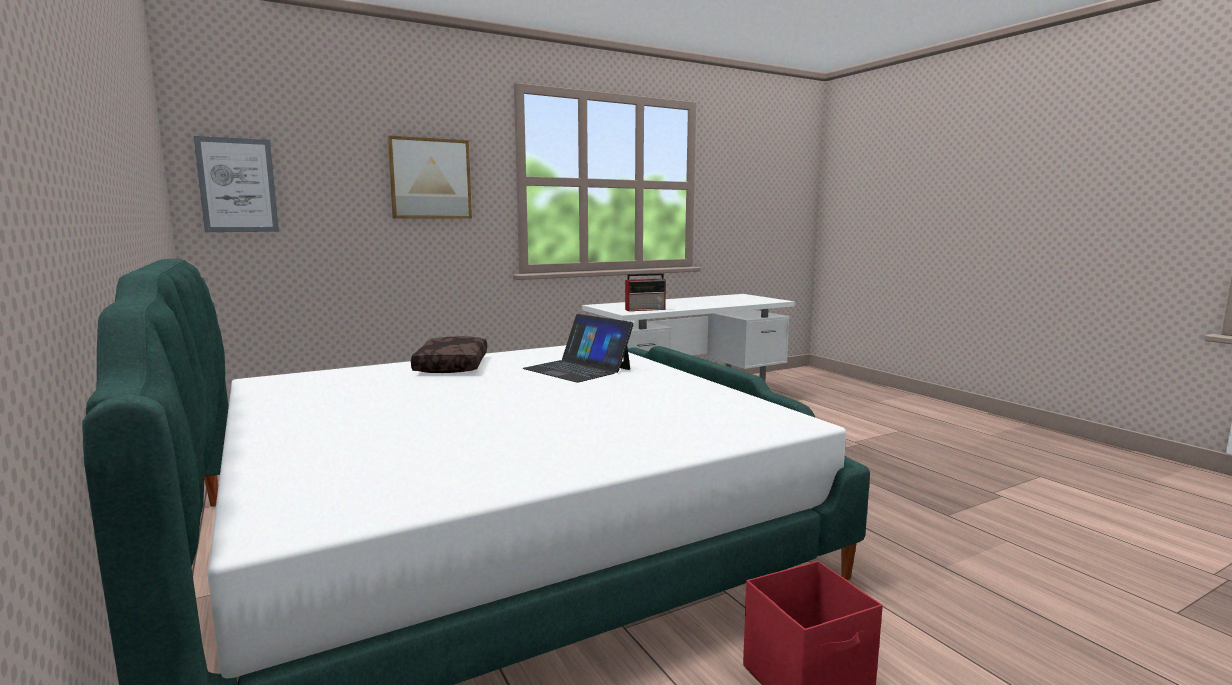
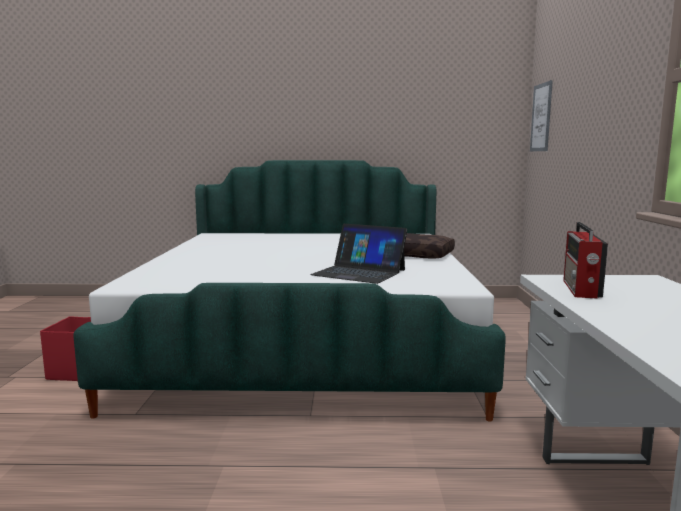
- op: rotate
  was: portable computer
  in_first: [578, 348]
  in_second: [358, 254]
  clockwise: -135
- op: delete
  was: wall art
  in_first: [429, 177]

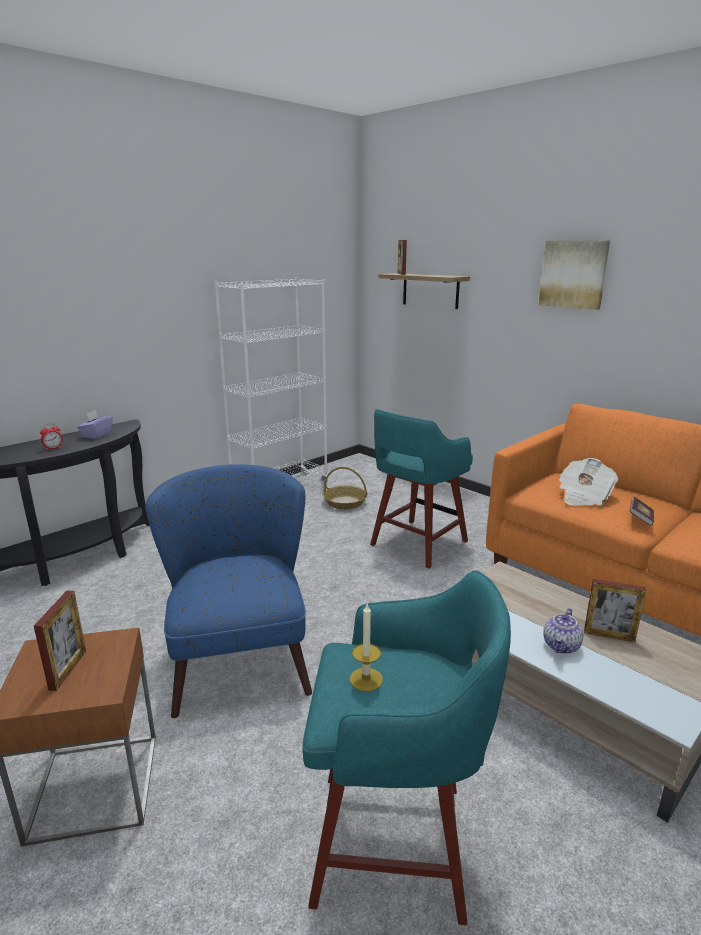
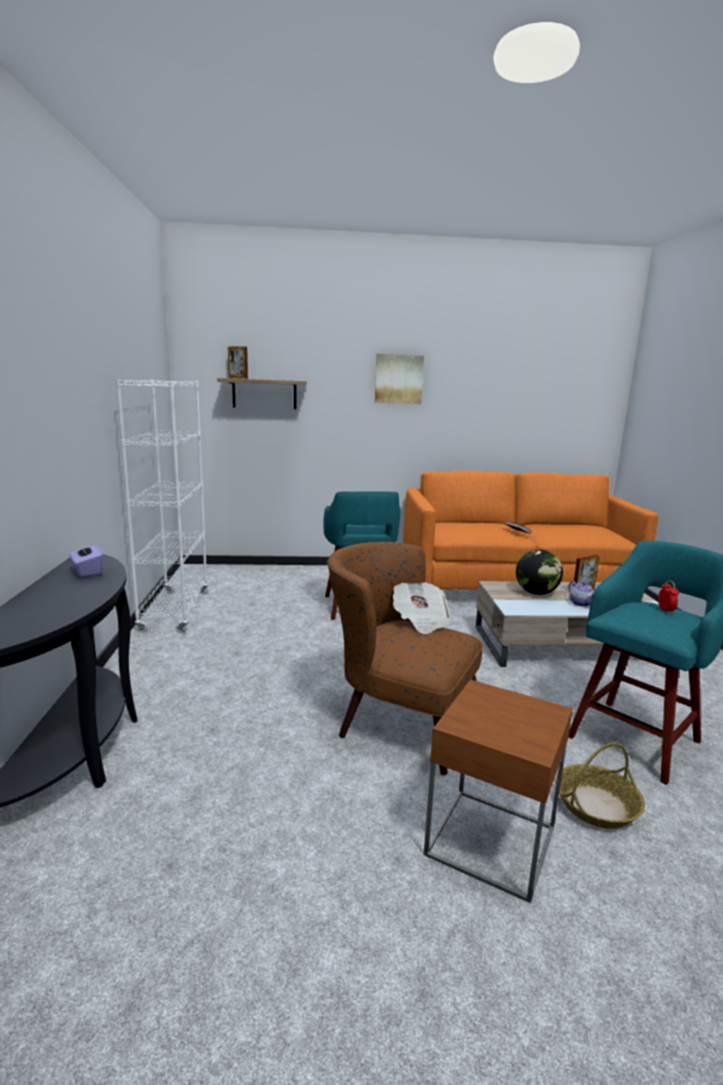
- op: recolor
  was: lounge chair/bluish
  now: lounge chair/brownish
  in_first: [228, 591]
  in_second: [405, 658]
- op: move
  was: printed paper
  in_first: [588, 482]
  in_second: [422, 608]
- op: insert
  now: world globe
  in_second: [539, 572]
- op: move
  was: household basket
  in_first: [345, 488]
  in_second: [600, 785]
- op: move
  was: bedside clock
  in_first: [51, 436]
  in_second: [668, 597]
- op: delete
  was: photo frame
  in_first: [60, 641]
- op: delete
  was: wax light
  in_first: [366, 647]

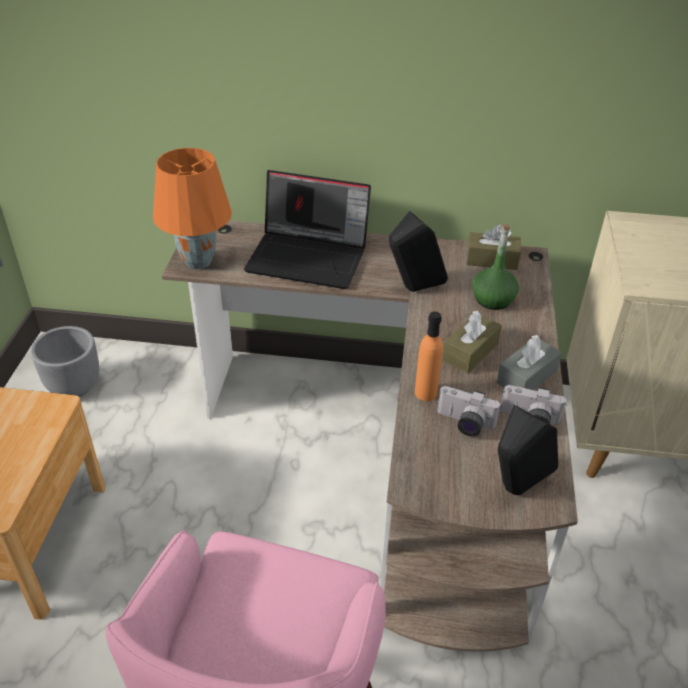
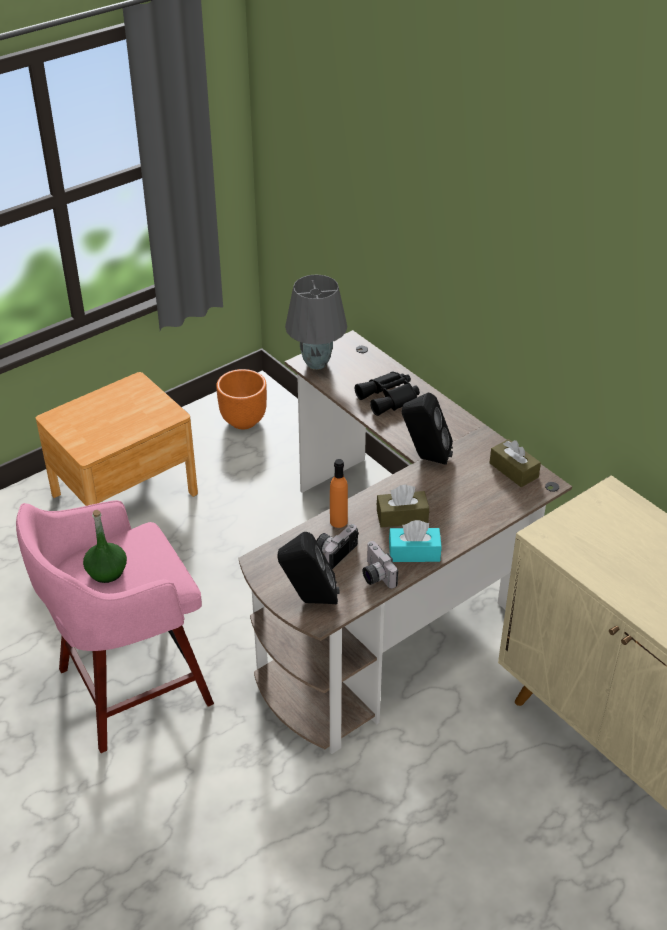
- op: move
  was: beverage bottle/greenish
  in_first: [495, 267]
  in_second: [105, 546]
- op: recolor
  was: flower pot/grey
  now: flower pot/orange-coloured
  in_first: [65, 361]
  in_second: [241, 399]
- op: recolor
  was: tabletop lamp/orange-coloured
  now: tabletop lamp/grey
  in_first: [192, 208]
  in_second: [316, 322]
- op: rotate
  was: photo camera
  in_first: [468, 411]
  in_second: [338, 546]
  clockwise: 60
- op: replace
  was: portable computer
  now: field glasses/black-coloured
  in_first: [307, 229]
  in_second: [387, 393]
- op: recolor
  was: tissue holder/grey
  now: tissue holder/blue-green
  in_first: [529, 362]
  in_second: [415, 541]

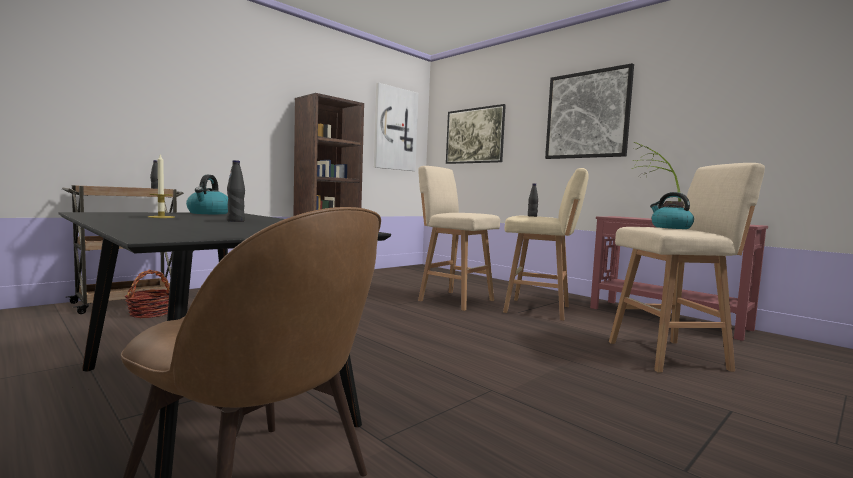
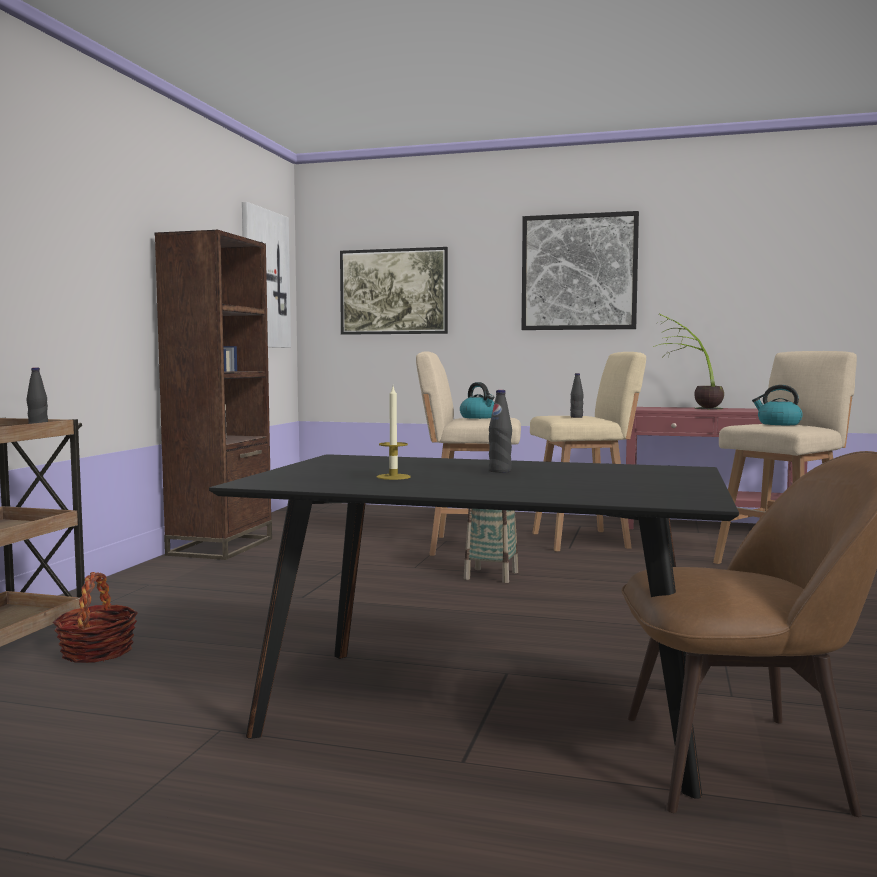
- op: move
  was: kettle
  in_first: [207, 194]
  in_second: [477, 400]
- op: insert
  now: household basket
  in_second: [491, 545]

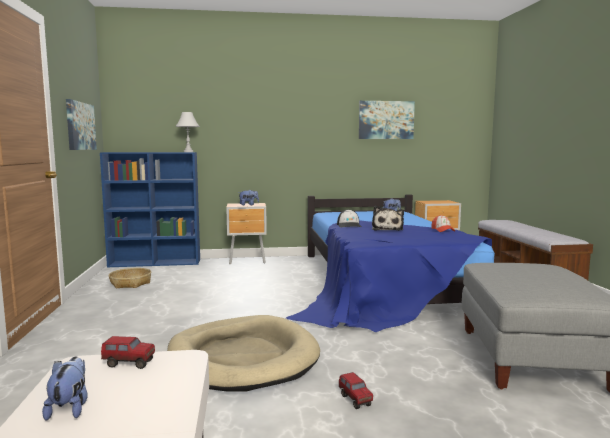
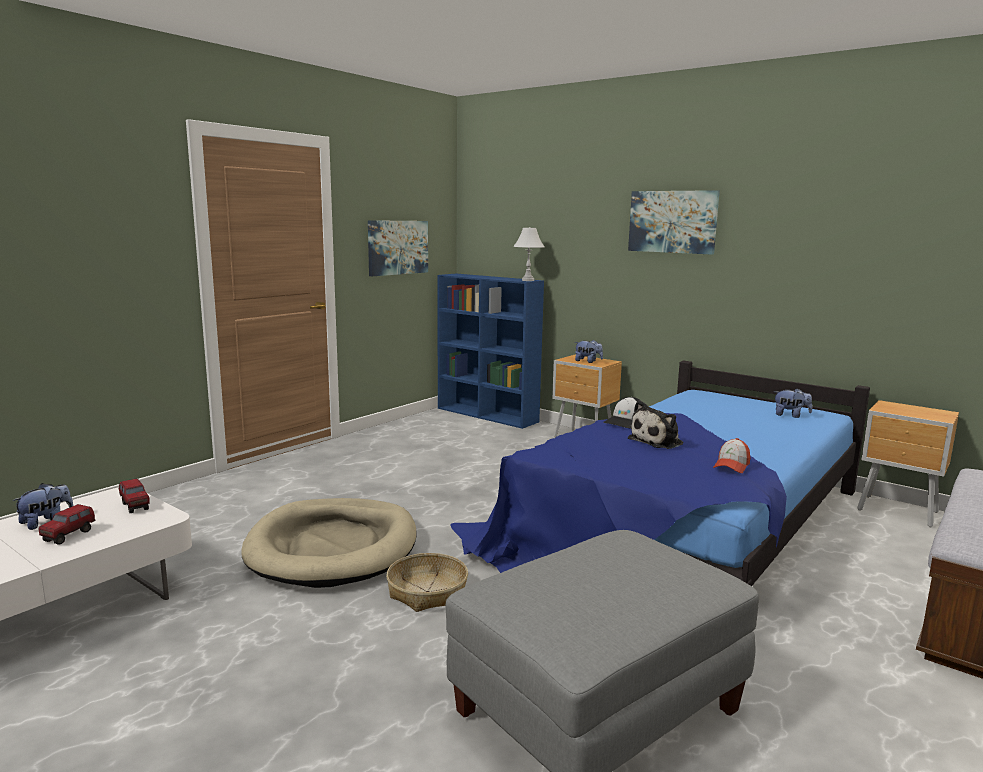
- op: move
  was: model truck
  in_first: [356, 390]
  in_second: [67, 524]
- op: move
  was: household basket
  in_first: [129, 278]
  in_second: [427, 582]
- op: move
  was: wall art
  in_first: [387, 120]
  in_second: [674, 222]

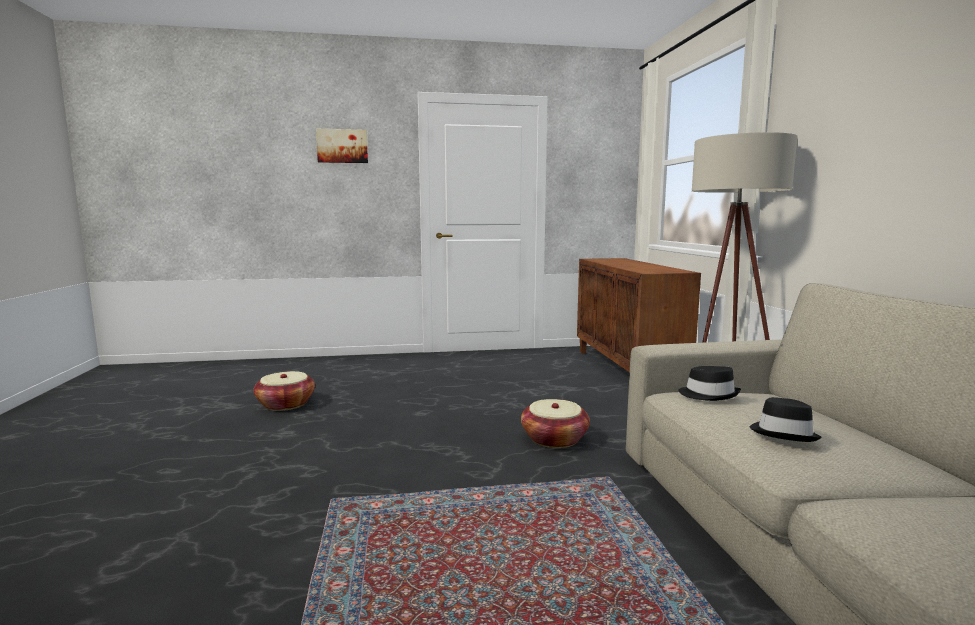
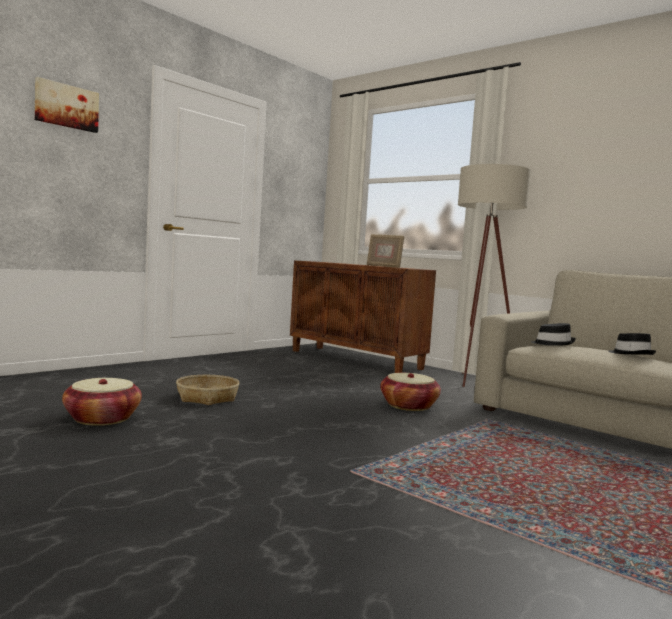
- op: insert
  now: household basket
  in_second: [207, 390]
- op: insert
  now: photo frame
  in_second: [385, 251]

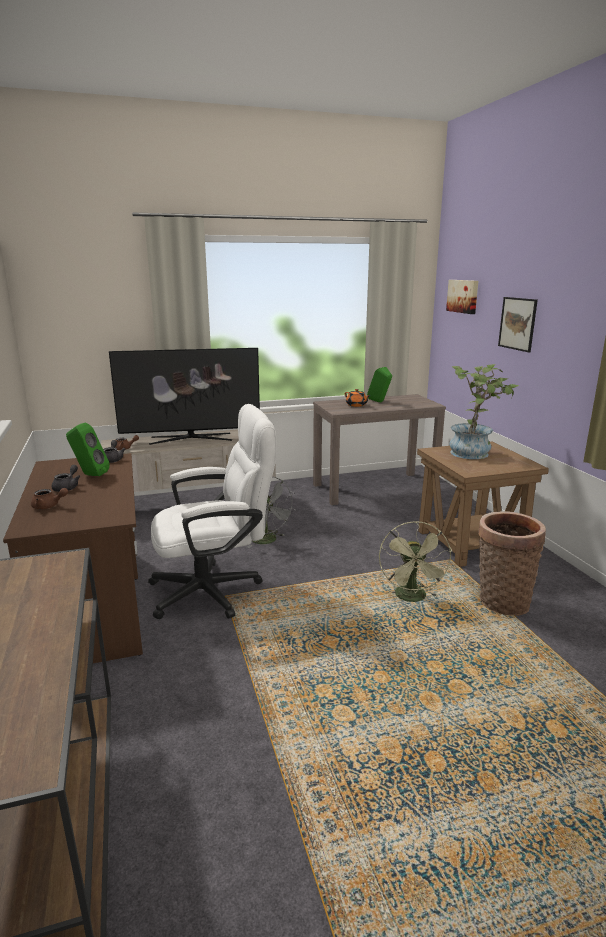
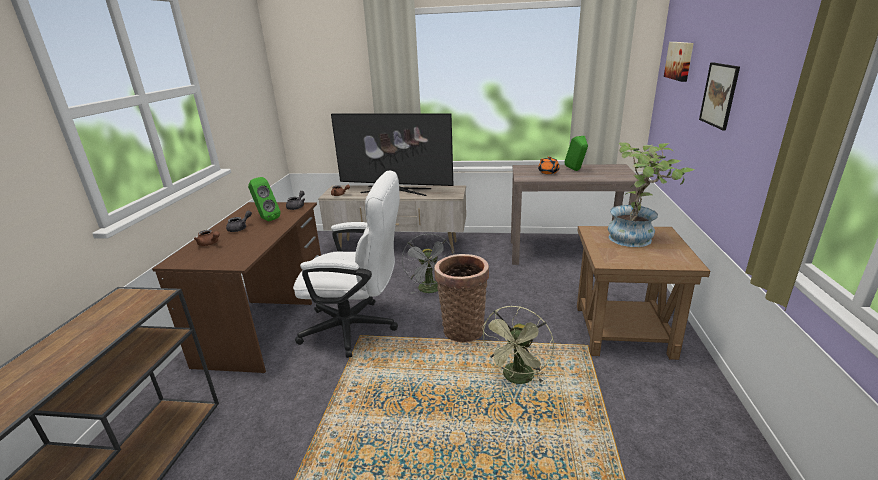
- op: move
  was: household basket
  in_first: [512, 563]
  in_second: [462, 298]

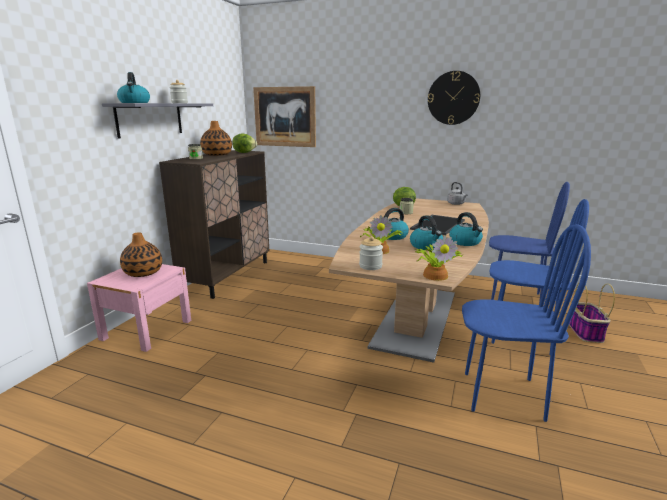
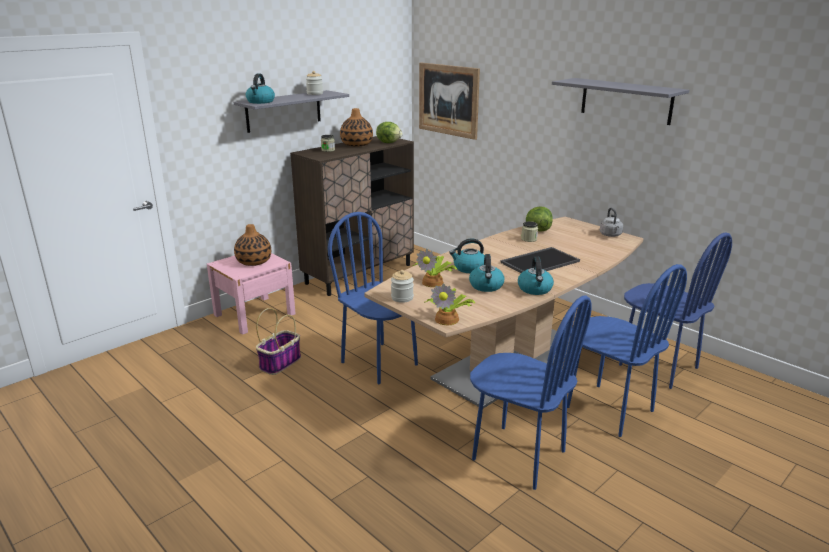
- op: move
  was: household basket
  in_first: [592, 312]
  in_second: [278, 341]
- op: insert
  now: plain chair/bluish
  in_second: [373, 298]
- op: replace
  was: hanging clock
  now: bracket shelf/grey
  in_first: [454, 98]
  in_second: [620, 101]

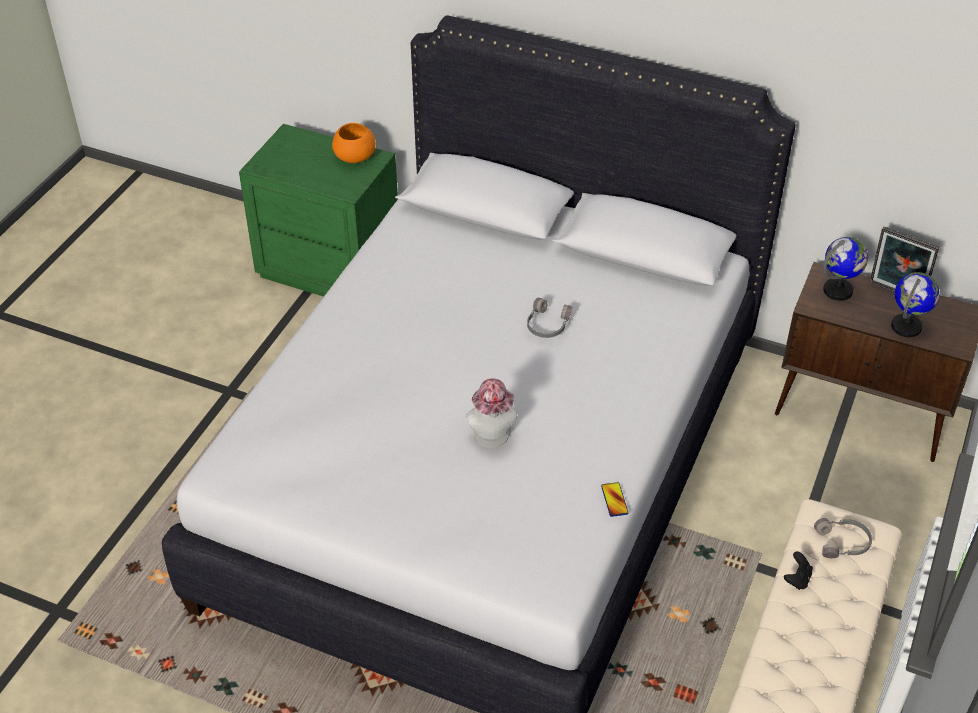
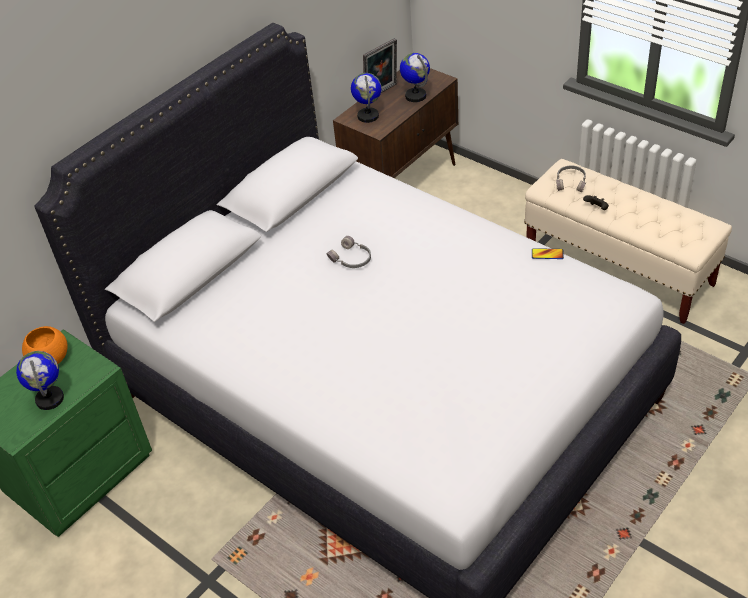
- op: insert
  now: world globe
  in_second: [40, 380]
- op: delete
  was: wearable hat
  in_first: [491, 413]

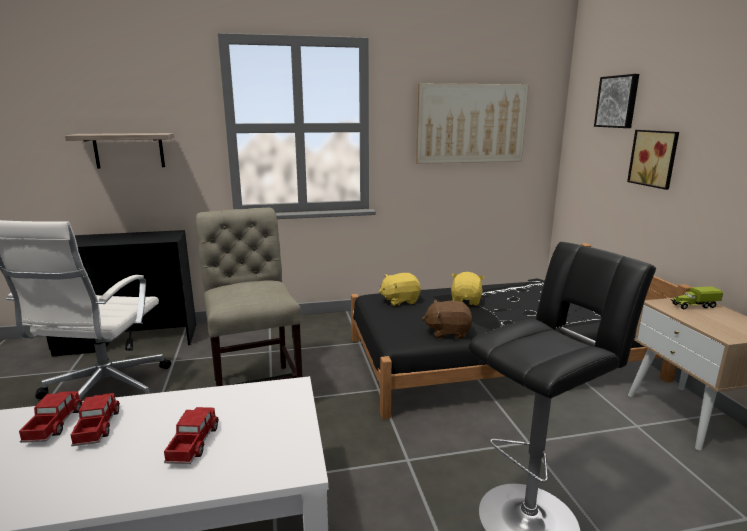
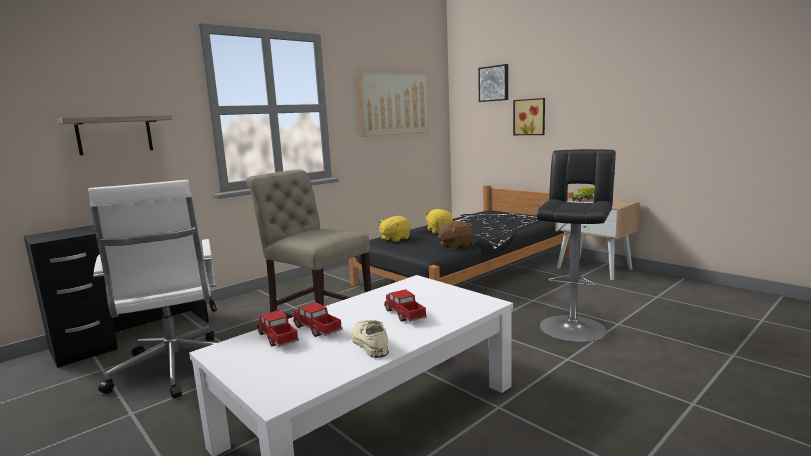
- op: insert
  now: low shoe/beige-coloured
  in_second: [370, 339]

